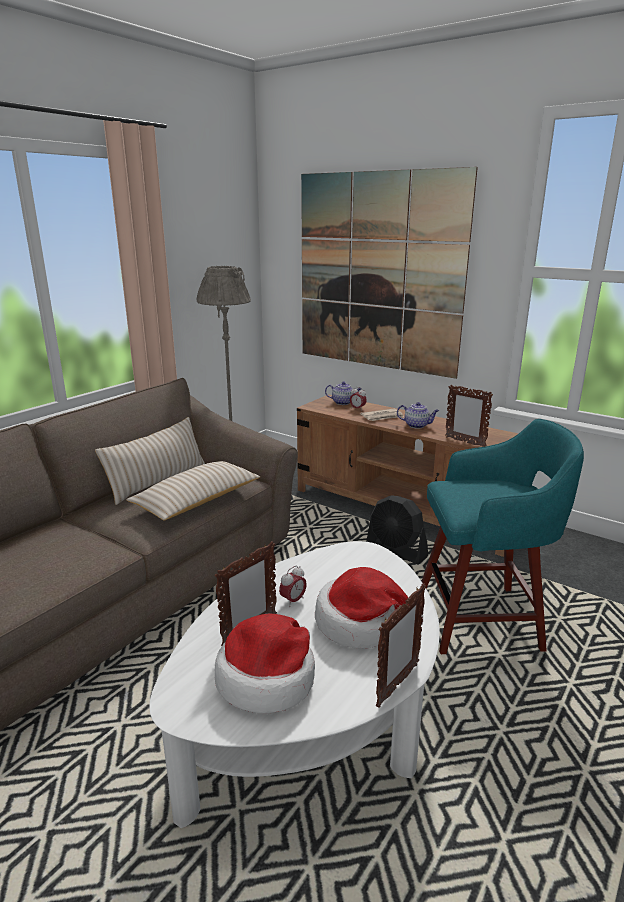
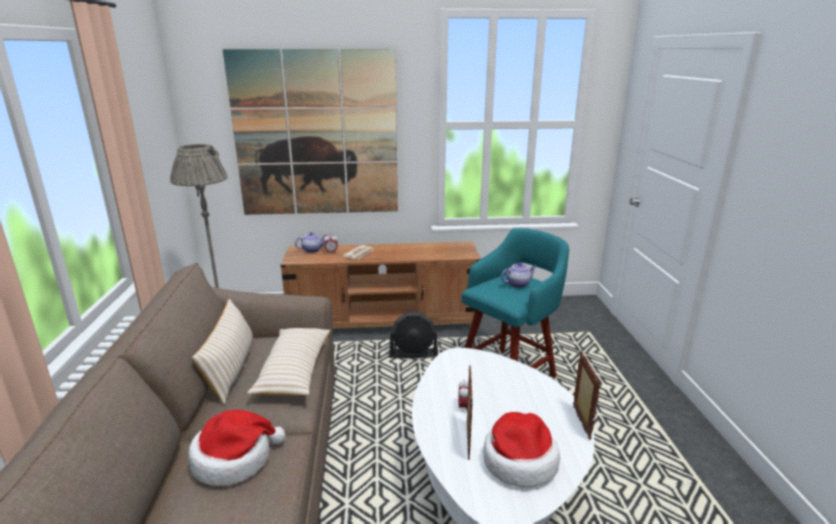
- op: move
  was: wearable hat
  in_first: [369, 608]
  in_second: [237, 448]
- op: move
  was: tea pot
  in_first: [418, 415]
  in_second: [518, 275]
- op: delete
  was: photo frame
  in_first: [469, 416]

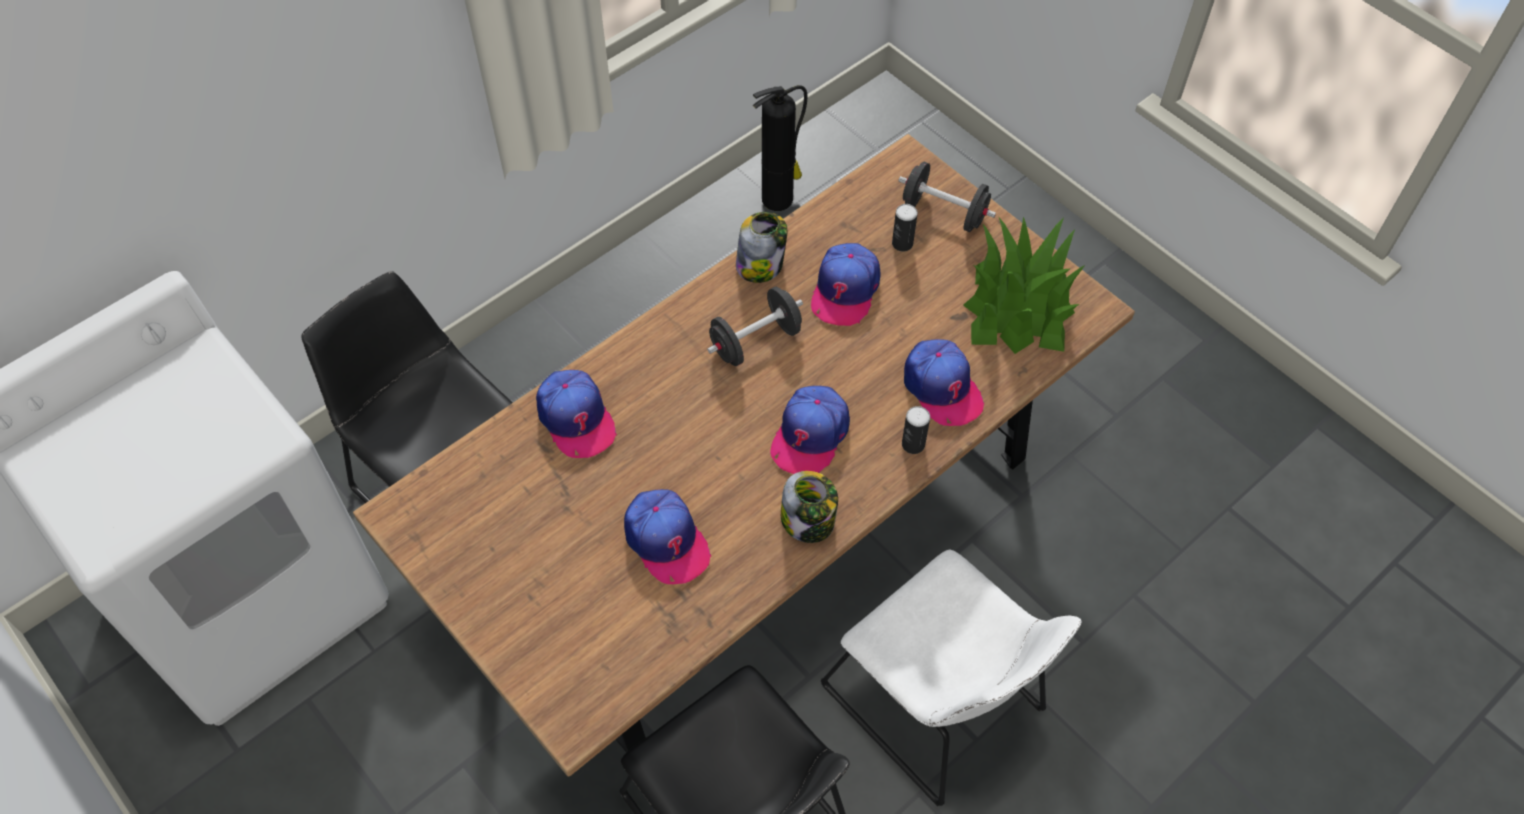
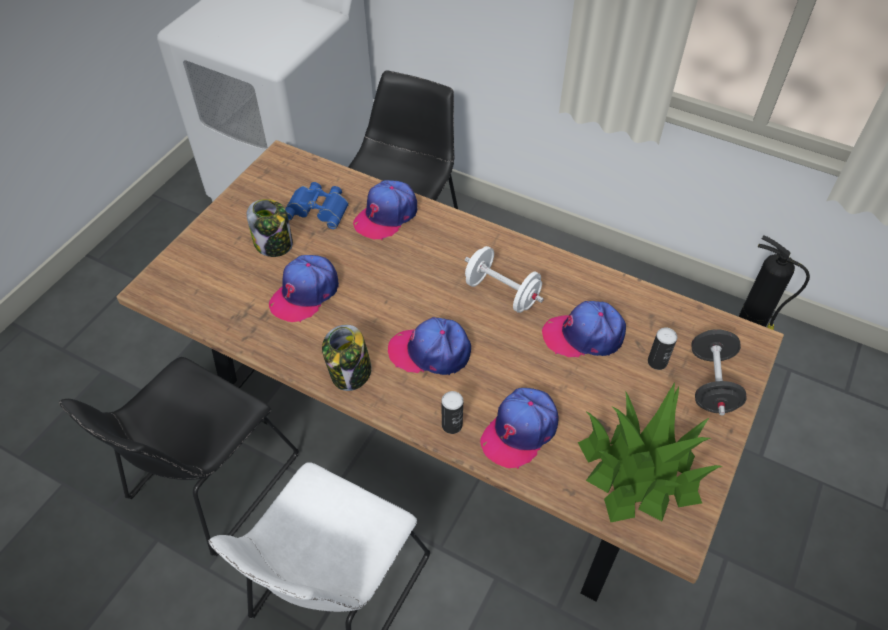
- op: move
  was: jar
  in_first: [761, 247]
  in_second: [269, 228]
- op: insert
  now: field glasses/bluish
  in_second: [317, 205]
- op: recolor
  was: free weight/black-coloured
  now: free weight/whitish
  in_first: [755, 326]
  in_second: [504, 279]

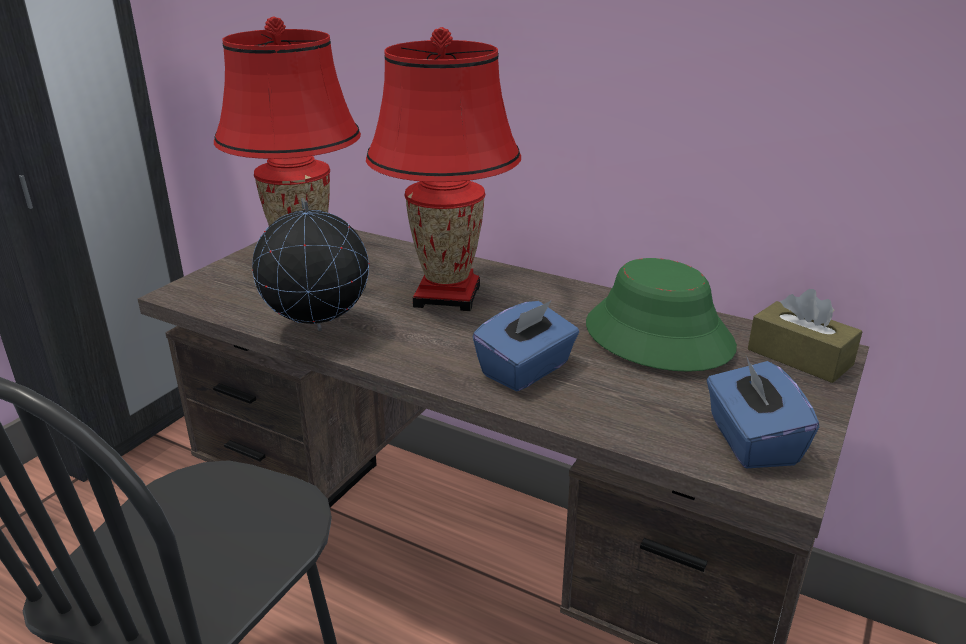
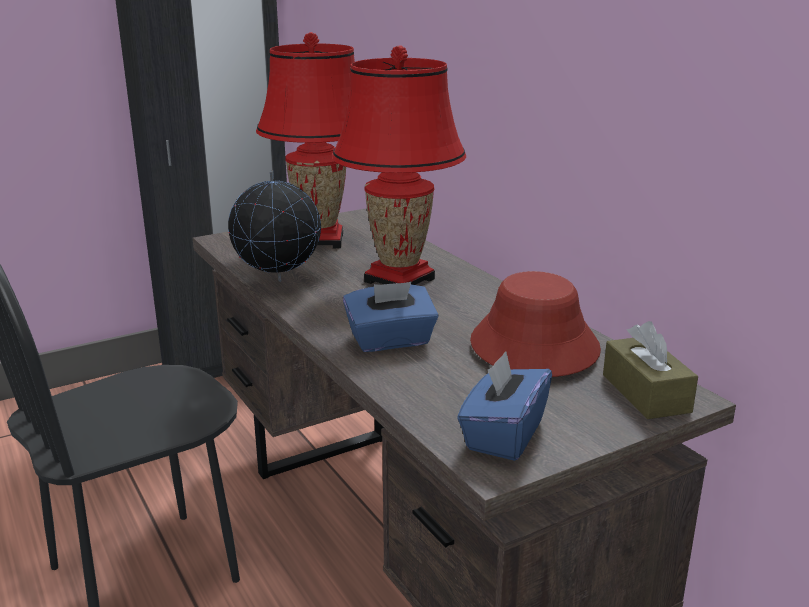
- op: recolor
  was: wearable hat/greenish
  now: wearable hat/reddish
  in_first: [661, 315]
  in_second: [535, 324]

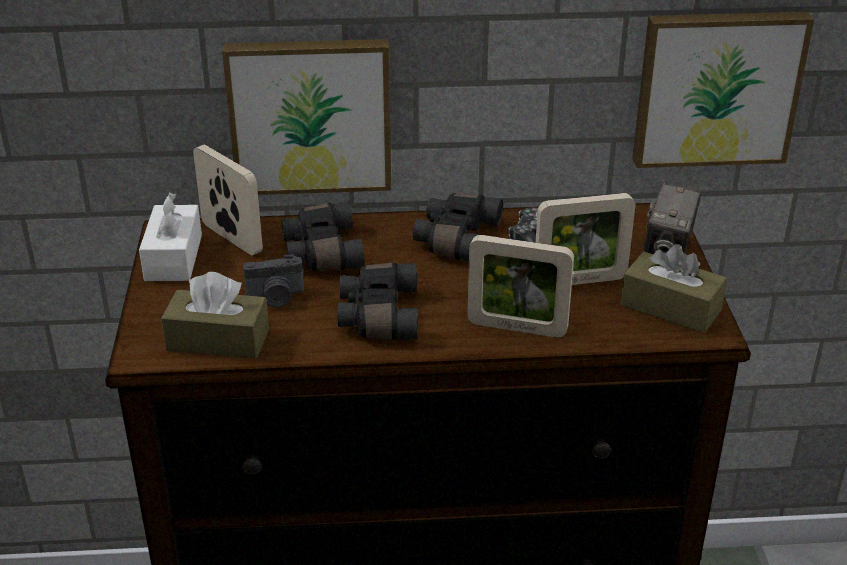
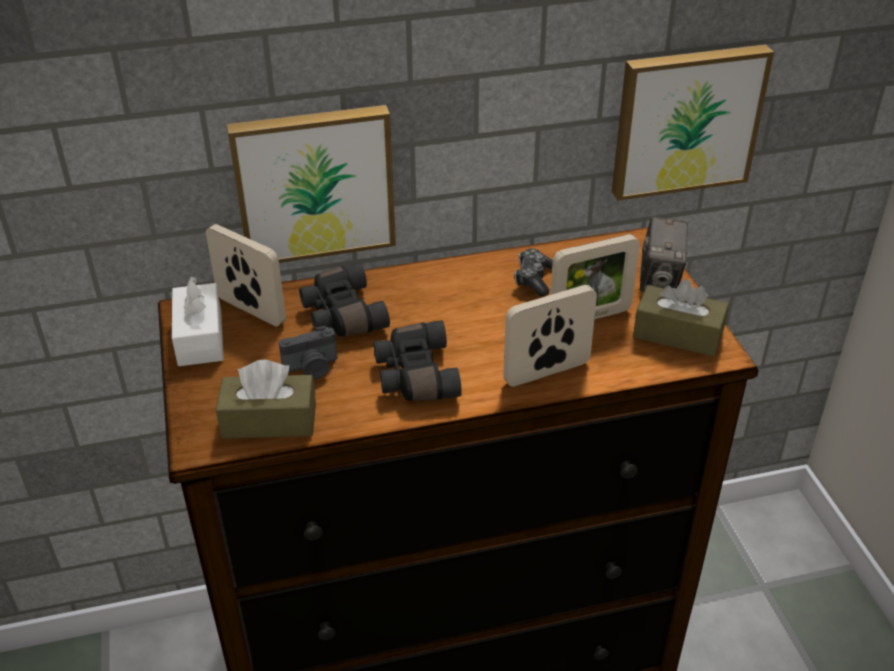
- op: rotate
  was: photo frame
  in_first: [520, 286]
  in_second: [550, 336]
  clockwise: 150
- op: delete
  was: field glasses/black-coloured
  in_first: [458, 227]

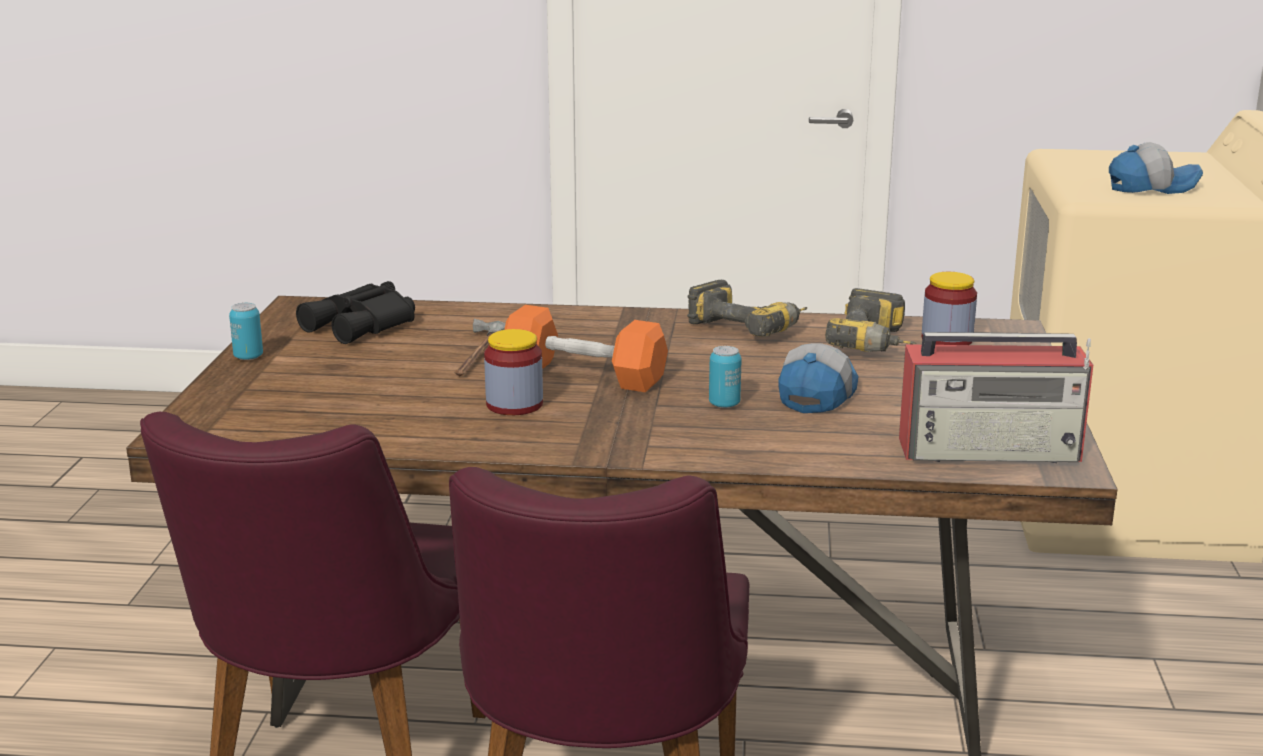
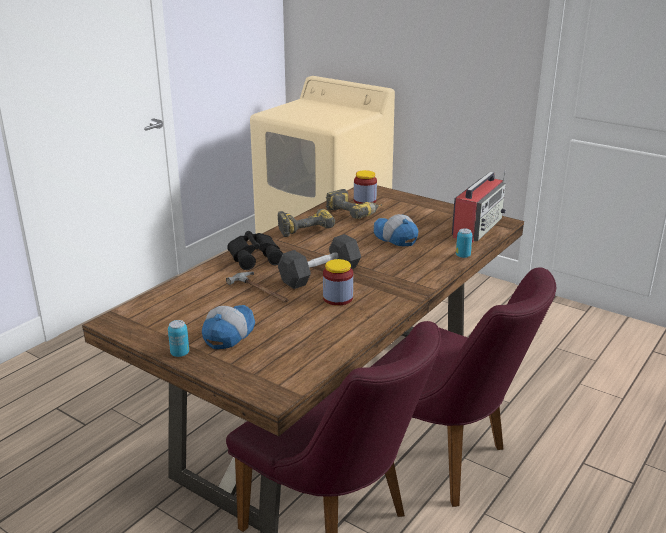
- op: move
  was: peaked cap
  in_first: [1156, 168]
  in_second: [228, 327]
- op: move
  was: field glasses/black-coloured
  in_first: [355, 312]
  in_second: [255, 250]
- op: recolor
  was: free weight/orange-coloured
  now: free weight/black-coloured
  in_first: [586, 348]
  in_second: [319, 261]
- op: move
  was: metal can
  in_first: [725, 377]
  in_second: [464, 243]

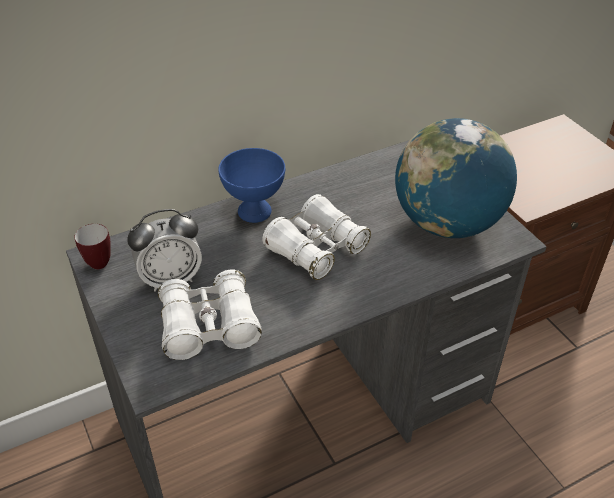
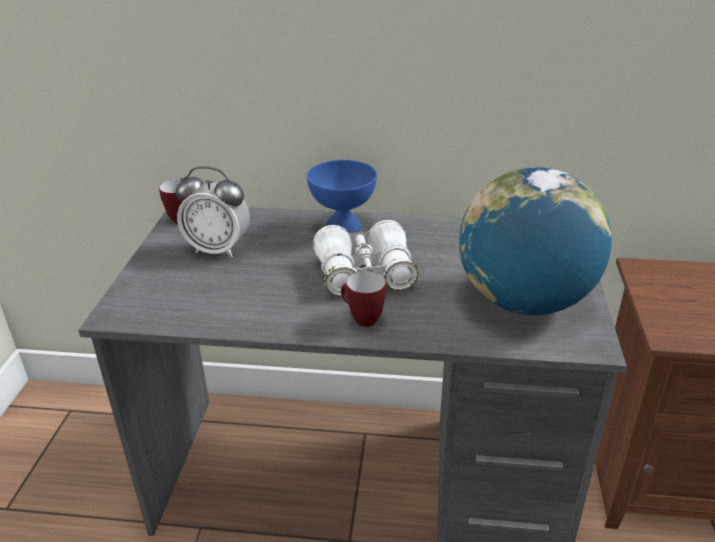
- op: insert
  now: tea mug
  in_second: [363, 299]
- op: delete
  was: field glasses/whitish
  in_first: [210, 314]

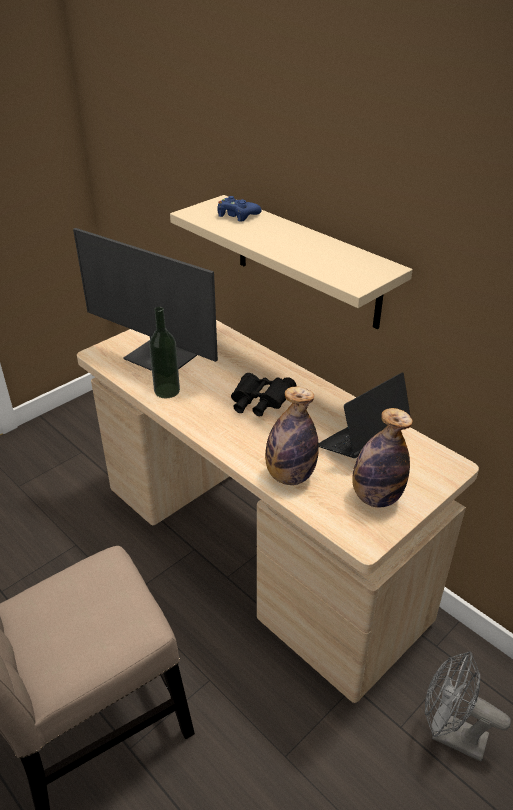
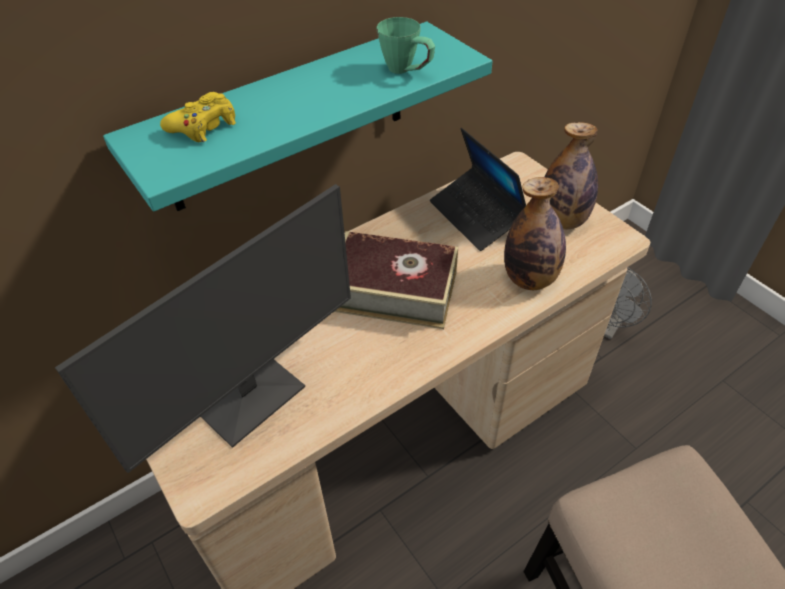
- op: recolor
  was: bracket shelf/beige-coloured
  now: bracket shelf/blue-green
  in_first: [291, 262]
  in_second: [297, 116]
- op: recolor
  was: gamepad/bluish
  now: gamepad/yellow
  in_first: [239, 209]
  in_second: [198, 117]
- op: replace
  was: field glasses/black-coloured
  now: book
  in_first: [263, 394]
  in_second: [396, 280]
- op: insert
  now: tea mug/greenish
  in_second: [406, 45]
- op: delete
  was: beverage bottle
  in_first: [164, 352]

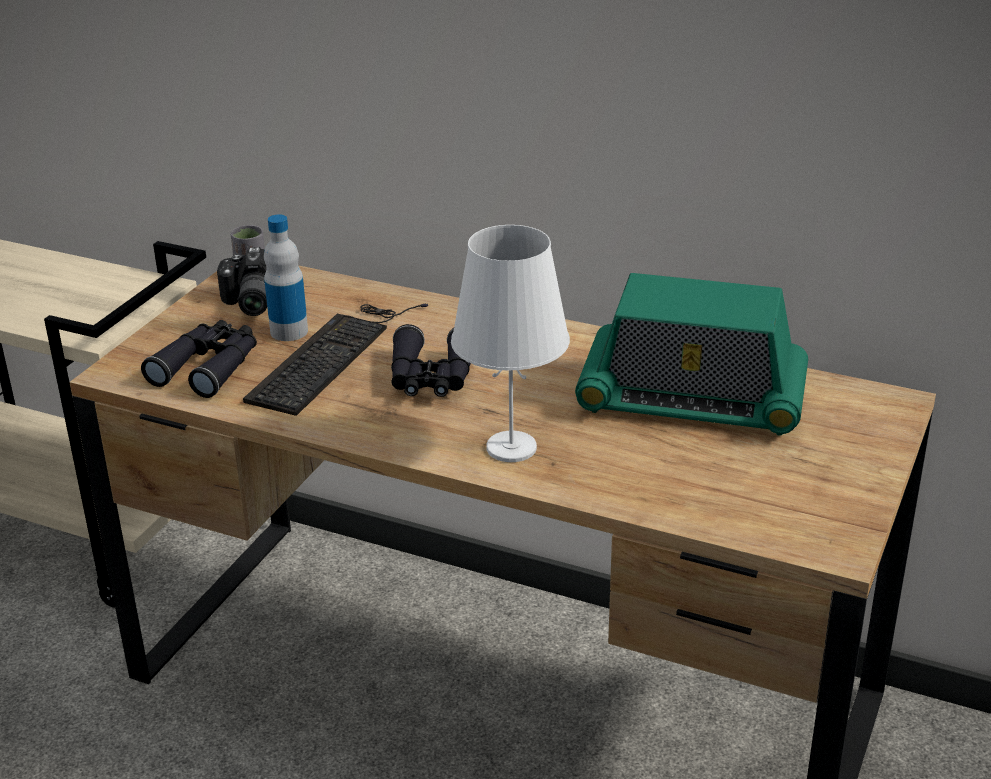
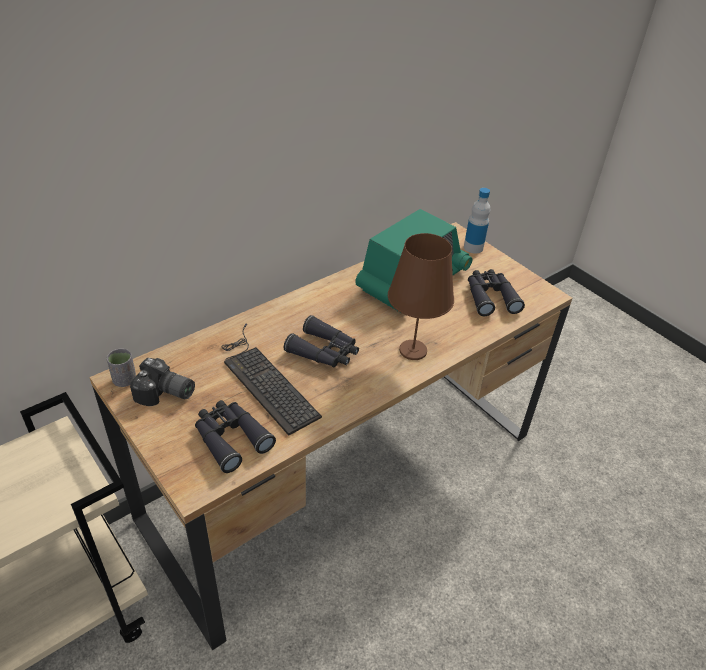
- op: recolor
  was: tabletop lamp/whitish
  now: tabletop lamp/brownish
  in_first: [510, 343]
  in_second: [421, 296]
- op: move
  was: beverage bottle
  in_first: [286, 278]
  in_second: [477, 221]
- op: insert
  now: field glasses/black-coloured
  in_second: [496, 292]

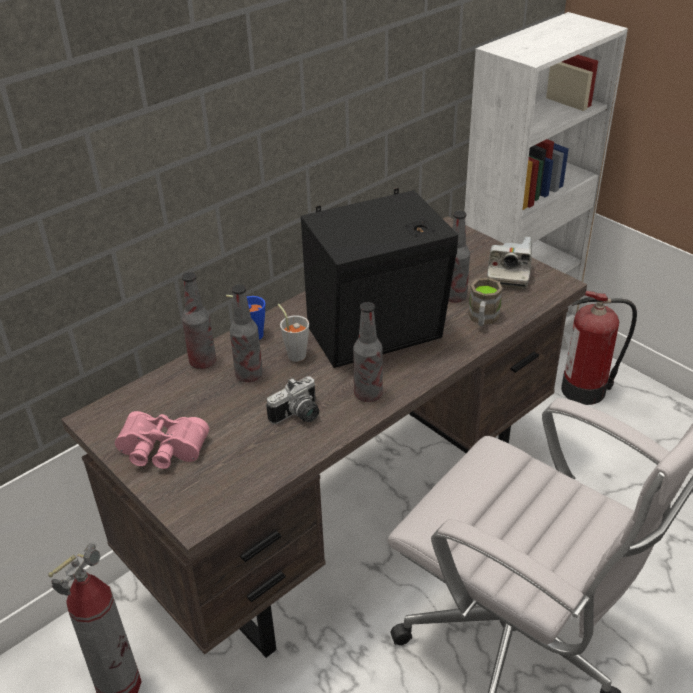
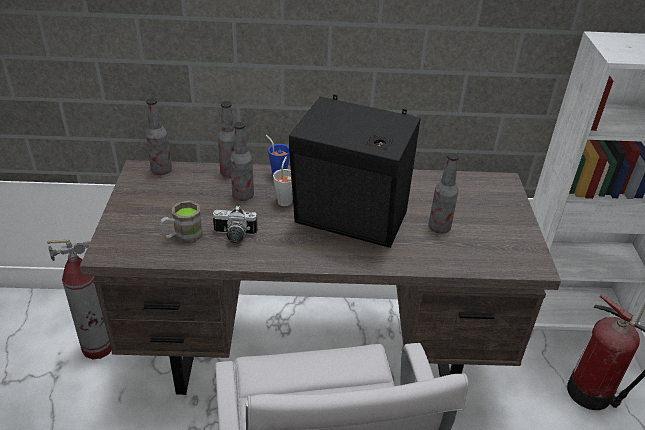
- op: move
  was: beverage bottle
  in_first: [368, 352]
  in_second: [159, 136]
- op: move
  was: tea mug/brownish
  in_first: [485, 302]
  in_second: [181, 222]
- op: delete
  was: field glasses/pink-coloured
  in_first: [162, 440]
- op: delete
  was: photo camera
  in_first: [509, 263]

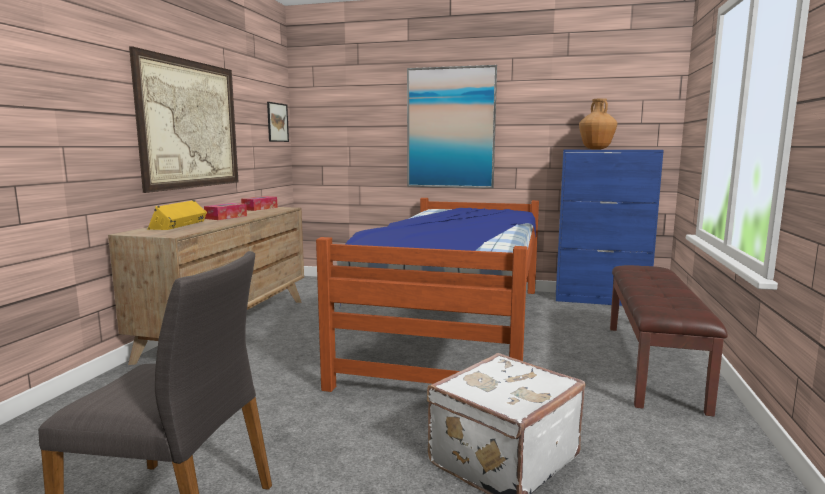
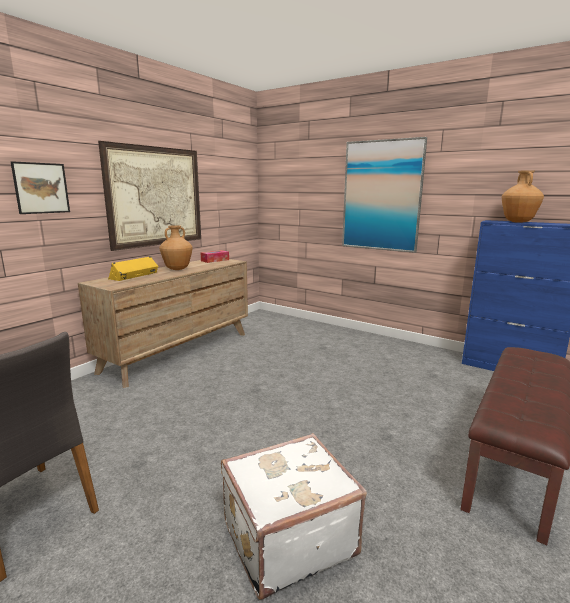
- op: move
  was: wall art
  in_first: [278, 122]
  in_second: [40, 187]
- op: replace
  was: tissue holder
  now: decorative vase/brownish
  in_first: [225, 211]
  in_second: [176, 247]
- op: delete
  was: bed
  in_first: [427, 295]

